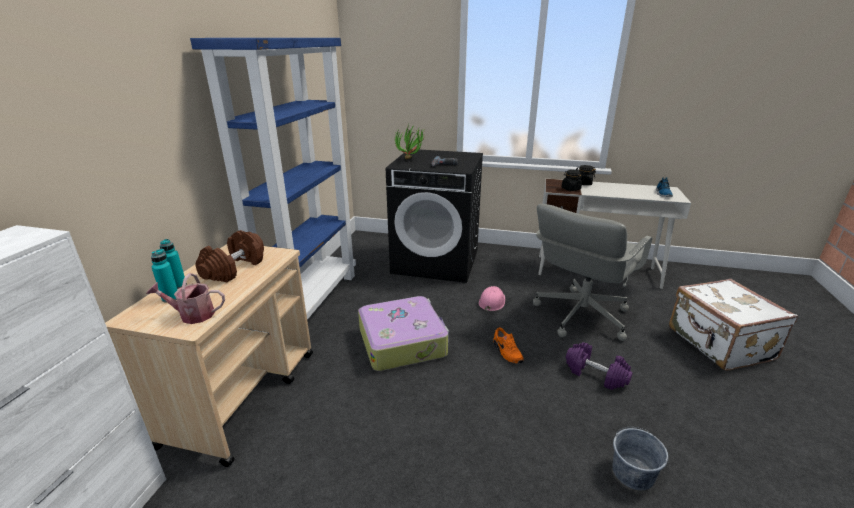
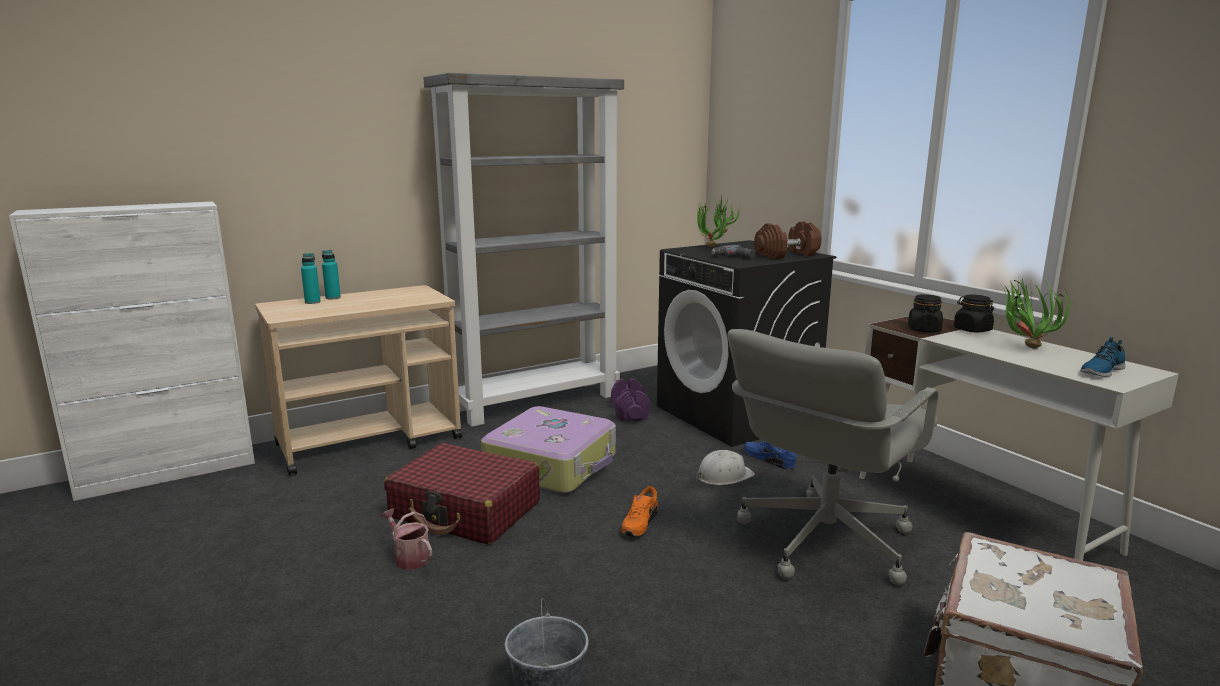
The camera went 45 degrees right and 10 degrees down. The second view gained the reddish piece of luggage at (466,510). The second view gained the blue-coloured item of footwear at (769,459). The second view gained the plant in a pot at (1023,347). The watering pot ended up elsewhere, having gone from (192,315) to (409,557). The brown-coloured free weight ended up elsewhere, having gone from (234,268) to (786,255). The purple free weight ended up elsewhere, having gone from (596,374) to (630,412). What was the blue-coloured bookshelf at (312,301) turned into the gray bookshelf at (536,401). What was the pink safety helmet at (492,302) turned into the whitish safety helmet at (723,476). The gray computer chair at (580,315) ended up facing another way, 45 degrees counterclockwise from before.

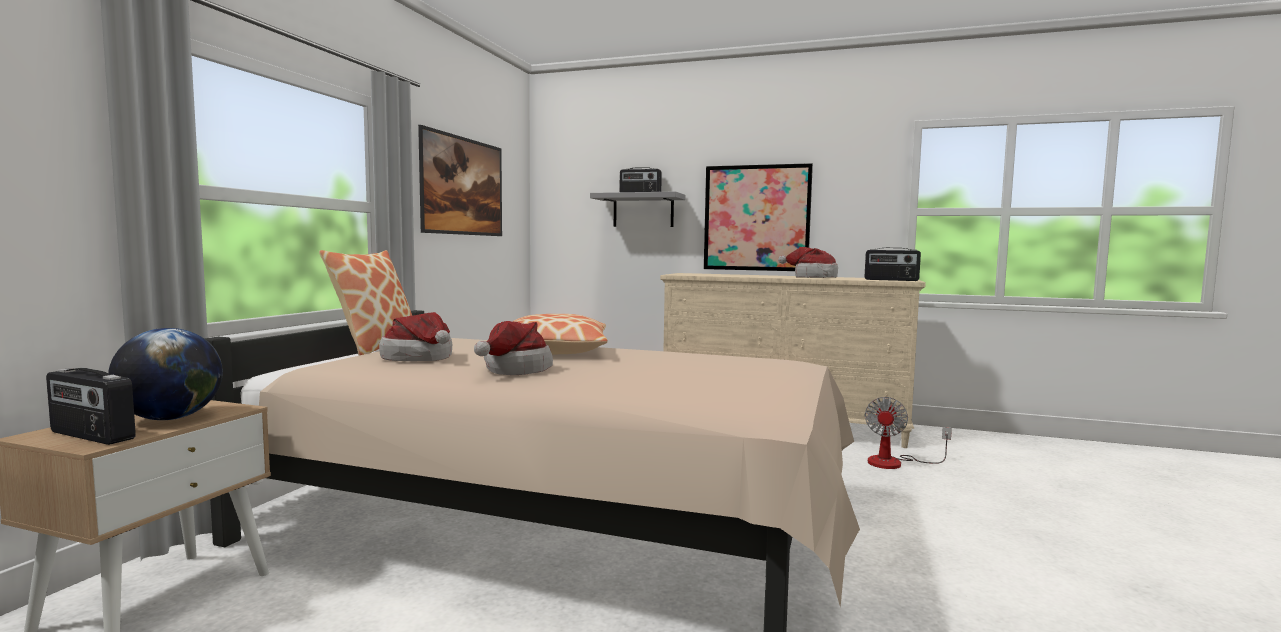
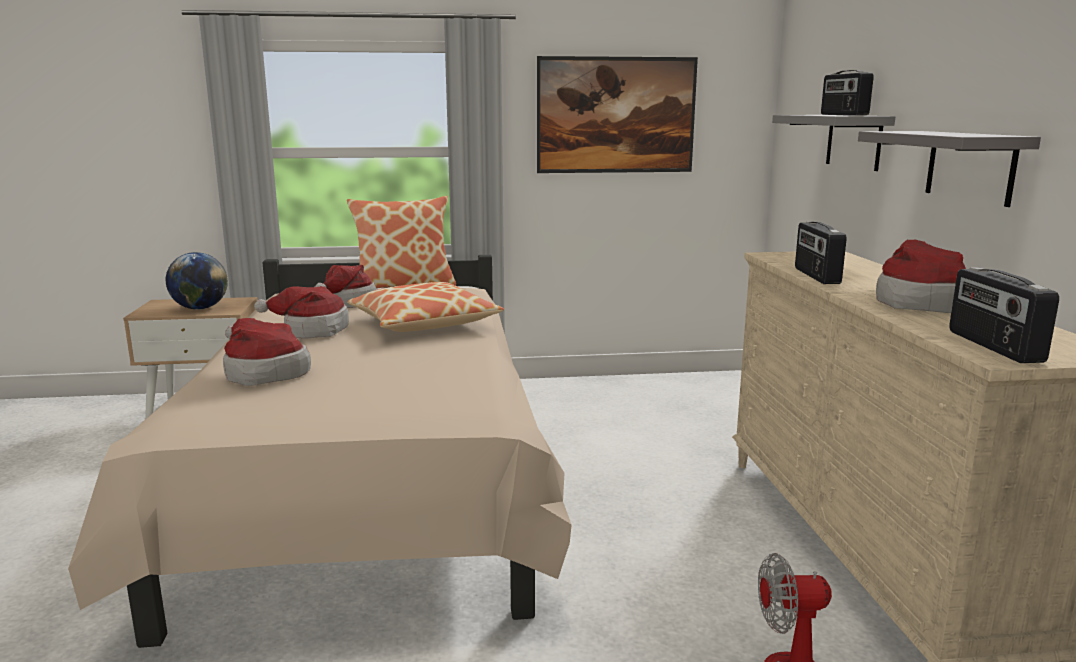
The camera went 65 degrees right and 10 degrees up. The second view gained the hat at (263,373). The radio receiver ended up elsewhere, having gone from (91,436) to (815,276). Where the picture hung at (756,218), the gray shelf came to hang at (970,166).

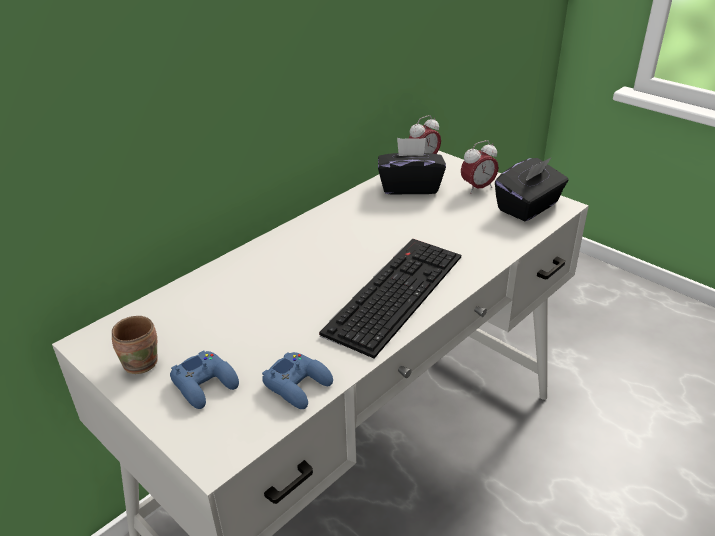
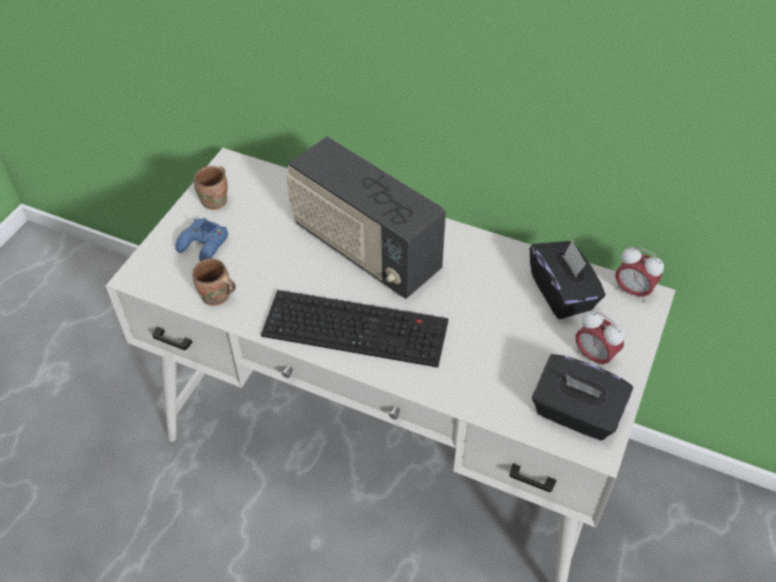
The camera went 70 degrees right and 15 degrees up. The second view gained the radio receiver at (365,249). Where the blue-coloured joypad stood at (298,385), the brown-coloured mug came to stand at (217,298).

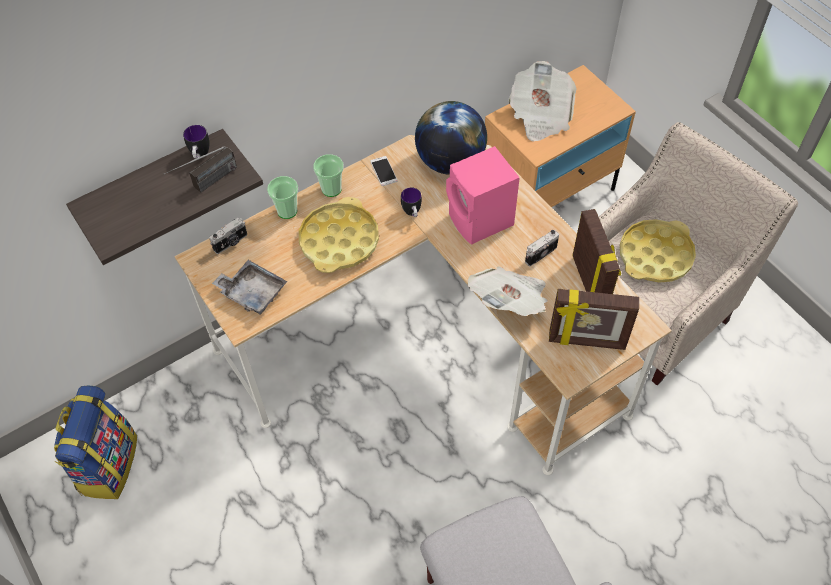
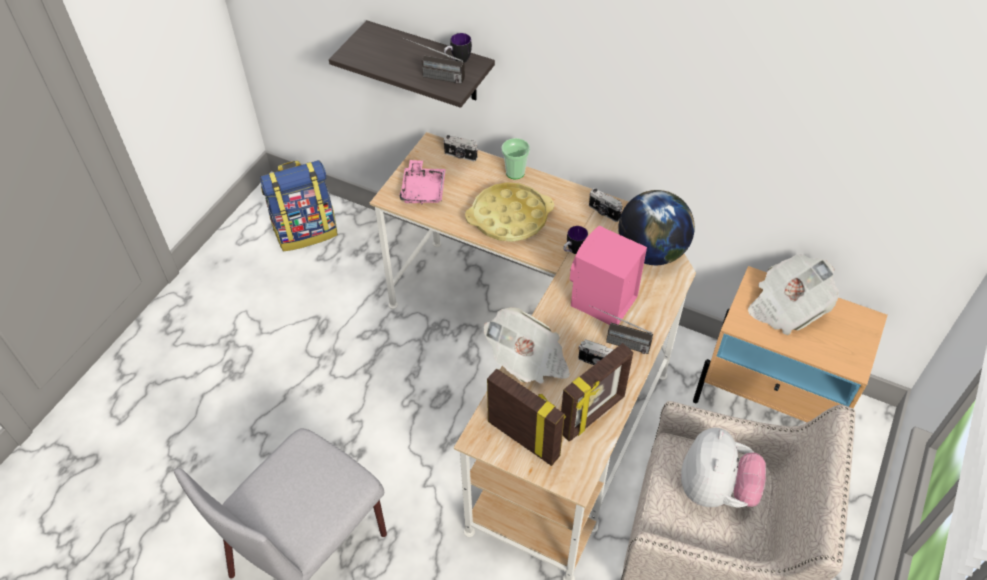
The camera went 60 degrees right and 5 degrees down. The second view lost the cup at (331,189). The second view gained the radio receiver at (616,342). Where the telephone stood at (383,171), the photo camera came to stand at (603,212). Where the yellow carrying tray stood at (655,255), the soft toy came to stand at (715,489). What was the gray carrying tray at (252,292) turned into the pink carrying tray at (423,190). The picture frame at (586,341) ended up facing another way, 150 degrees clockwise from before.

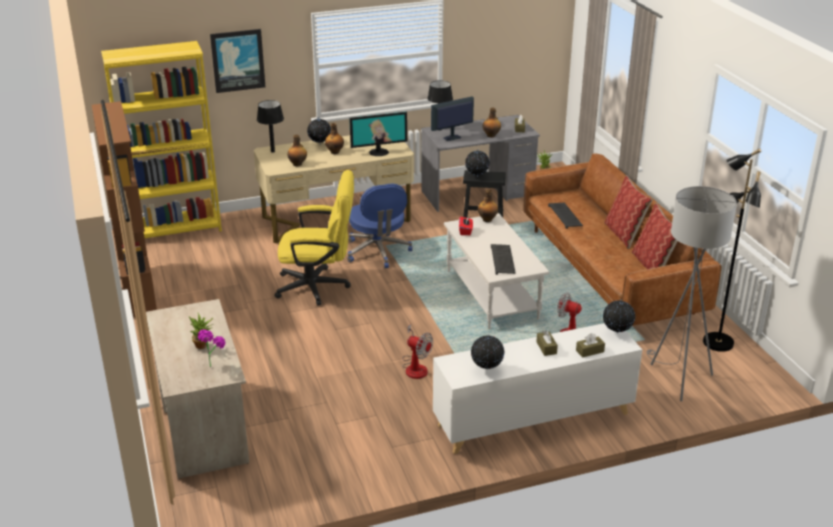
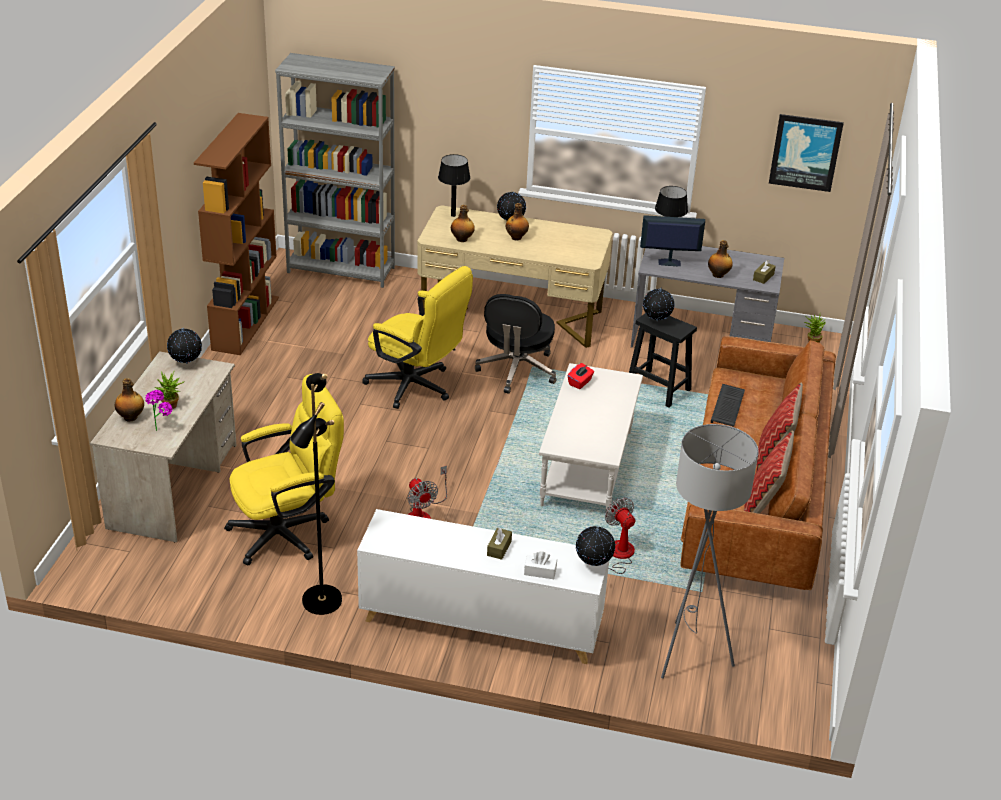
The camera went 30 degrees right and 5 degrees up. The second view lost the monitor at (378,152). The second view lost the keyboard at (503,260). The second view gained the yellow computer chair at (288,532). The picture ended up elsewhere, having gone from (238,60) to (805,152). The desk globe ended up elsewhere, having gone from (486,369) to (186,364). The bottle ended up elsewhere, having gone from (487,219) to (131,417). The black floor lamp ended up elsewhere, having gone from (717,343) to (320,600). What was the yellow bookshelf at (176,229) turned into the gray bookshelf at (341,270). What was the blue-coloured computer chair at (378,252) turned into the black computer chair at (516,371). What was the brown-coloured box of tissues at (590,351) turned into the whitish box of tissues at (540,572).

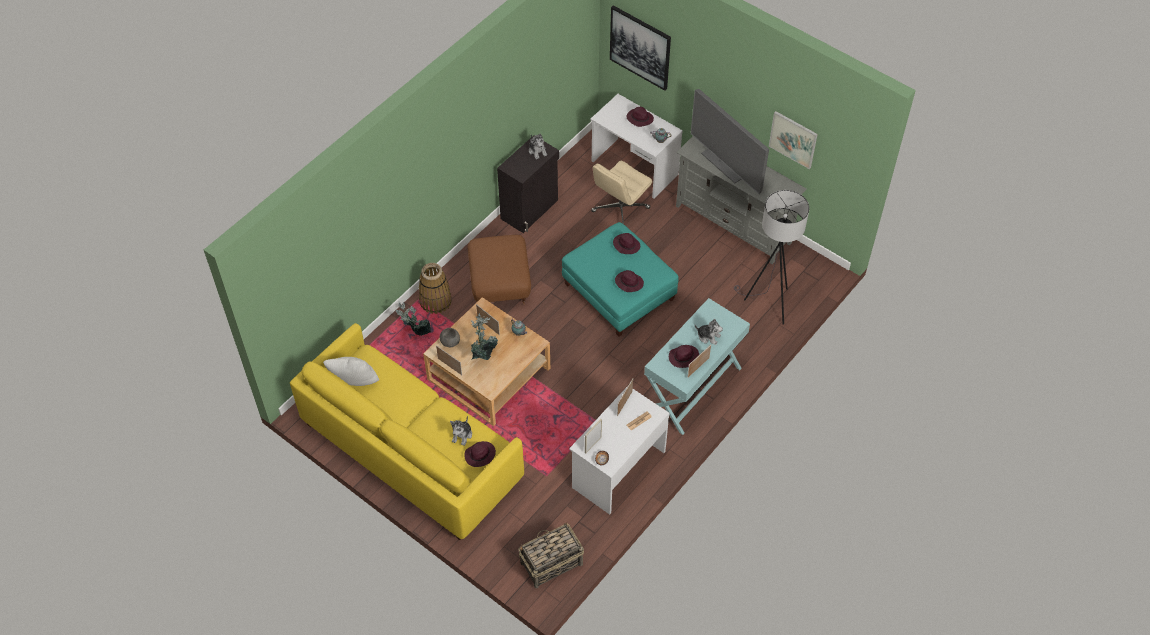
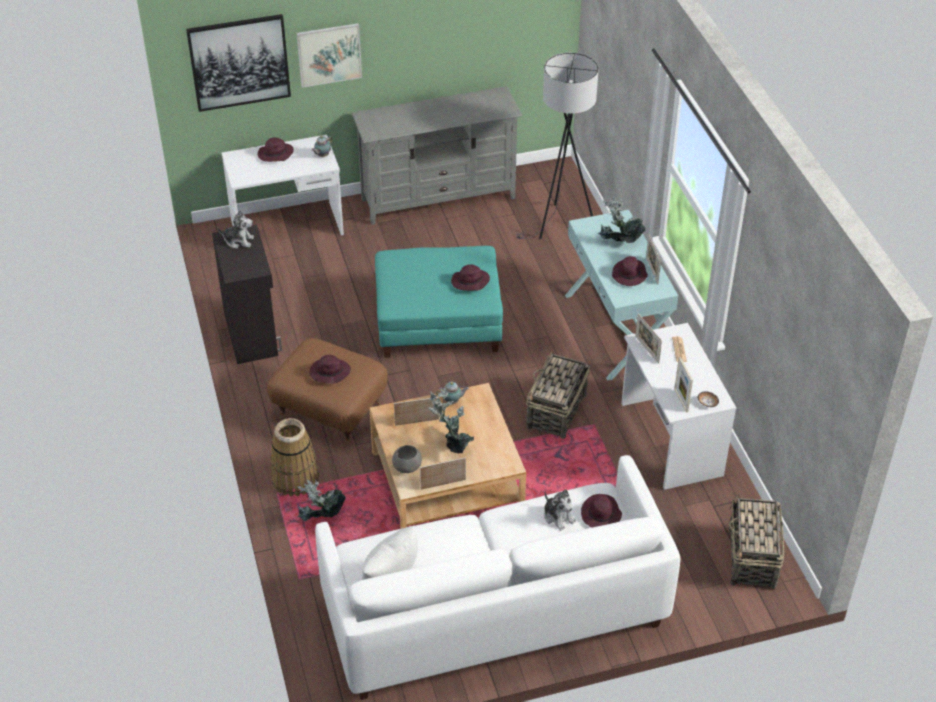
The camera went 55 degrees left and 10 degrees down. The second view lost the beige-coloured computer chair at (620,210). The second view lost the TV set at (727,163). The second view gained the basket at (556,411). The purple hat ended up elsewhere, having gone from (626,245) to (329,373). The picture ended up elsewhere, having gone from (793,139) to (329,54). Where the soft toy stood at (708,336), the plant in a pot came to stand at (618,244). What was the yellow couch at (411,451) turned into the whitish couch at (493,610).

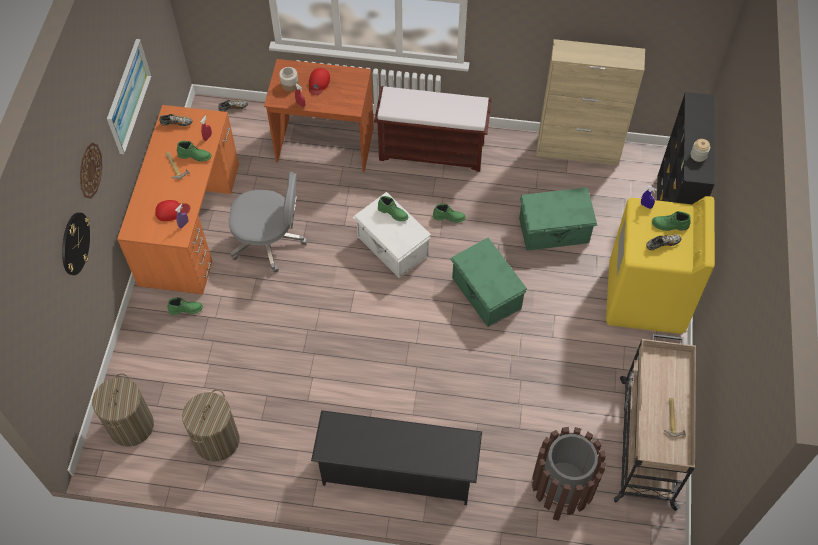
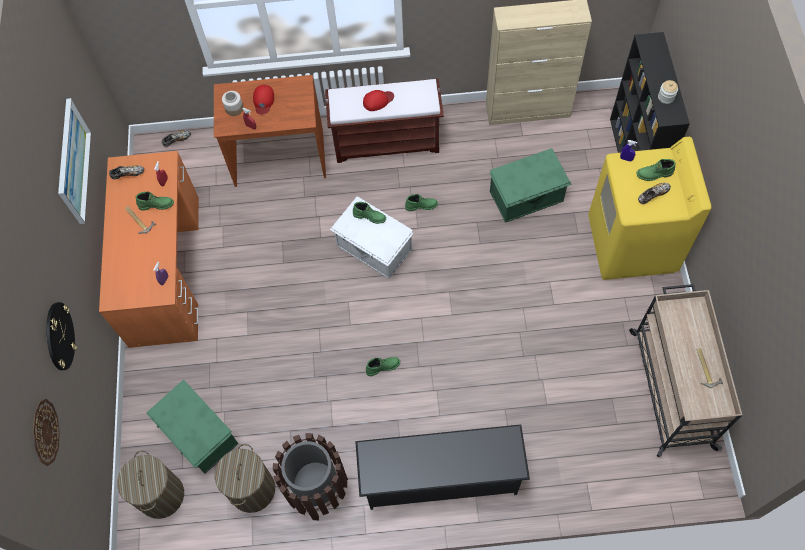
The camera went 10 degrees left and 5 degrees up. The second view lost the gray computer chair at (269,240). The wall clock ended up elsewhere, having gone from (90,170) to (45,432). The reddish peaked cap ended up elsewhere, having gone from (172,211) to (378,101). The green boot ended up elsewhere, having gone from (186,309) to (383,366). The green storage bin ended up elsewhere, having gone from (485,294) to (198,435). The brown-coloured waste bin ended up elsewhere, having gone from (561,490) to (317,488).

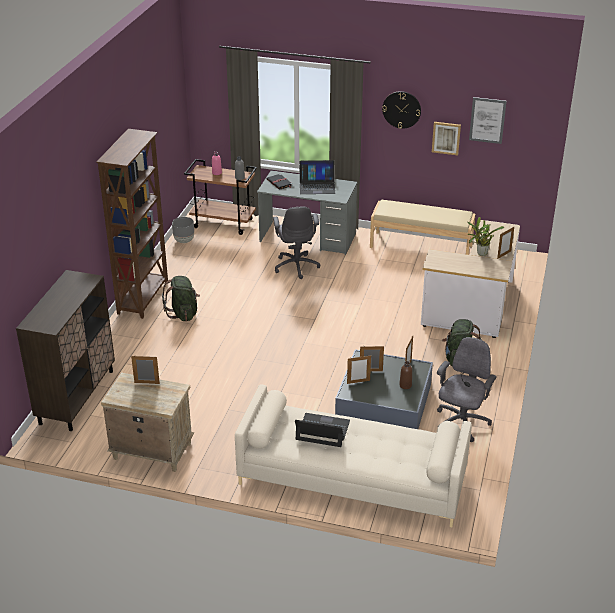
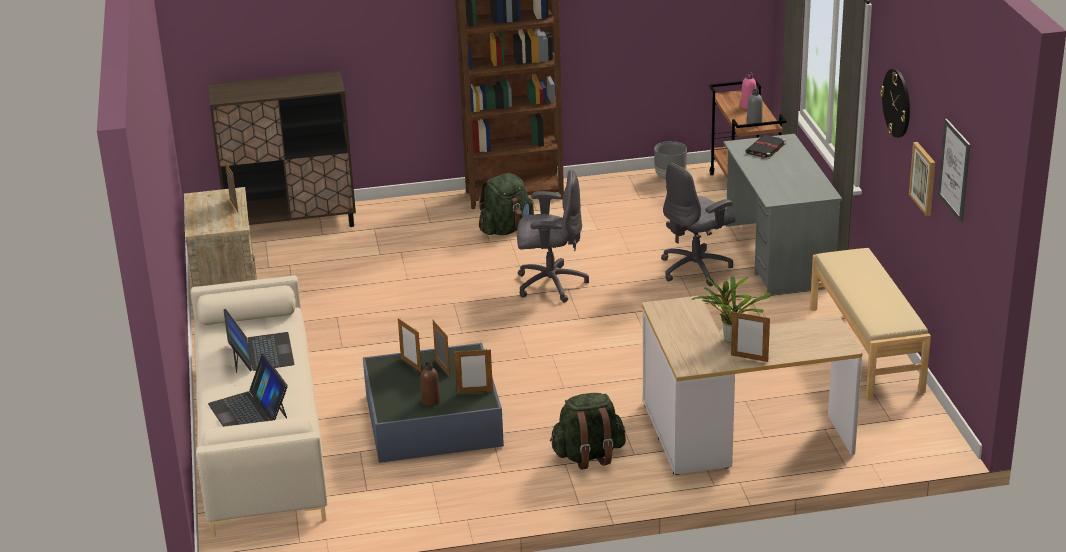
The camera went 65 degrees right and 5 degrees down. The laptop ended up elsewhere, having gone from (317,186) to (249,411). The gray computer chair ended up elsewhere, having gone from (461,423) to (550,284).

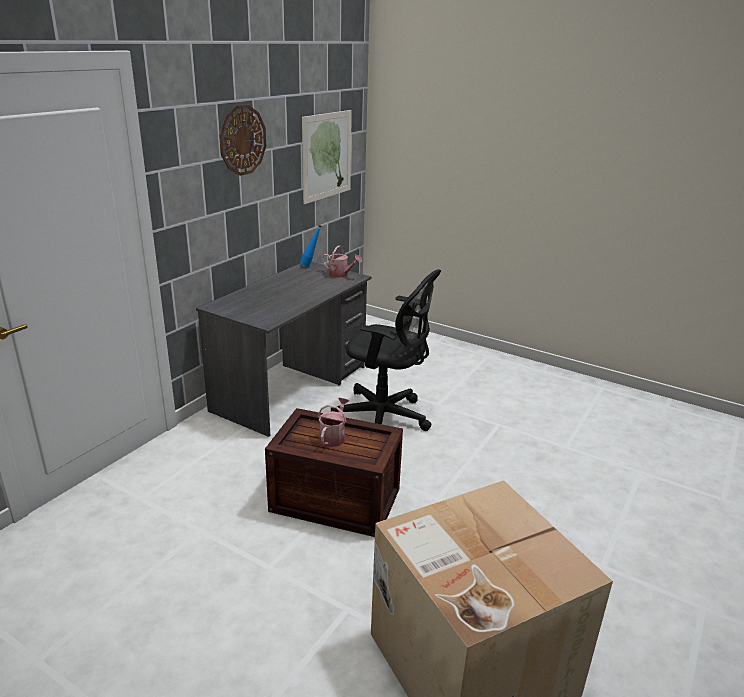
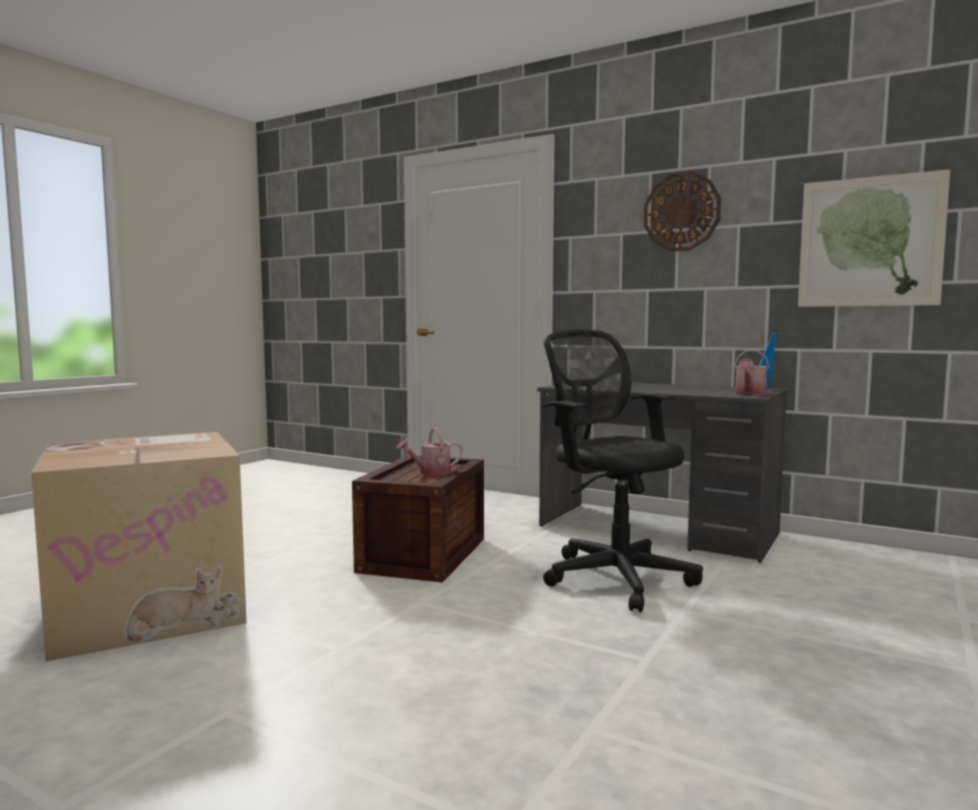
The camera went 90 degrees right and 20 degrees down. The watering pot at (333,436) ended up facing another way, 135 degrees clockwise from before. The black computer chair at (385,418) ended up facing another way, 120 degrees clockwise from before.

